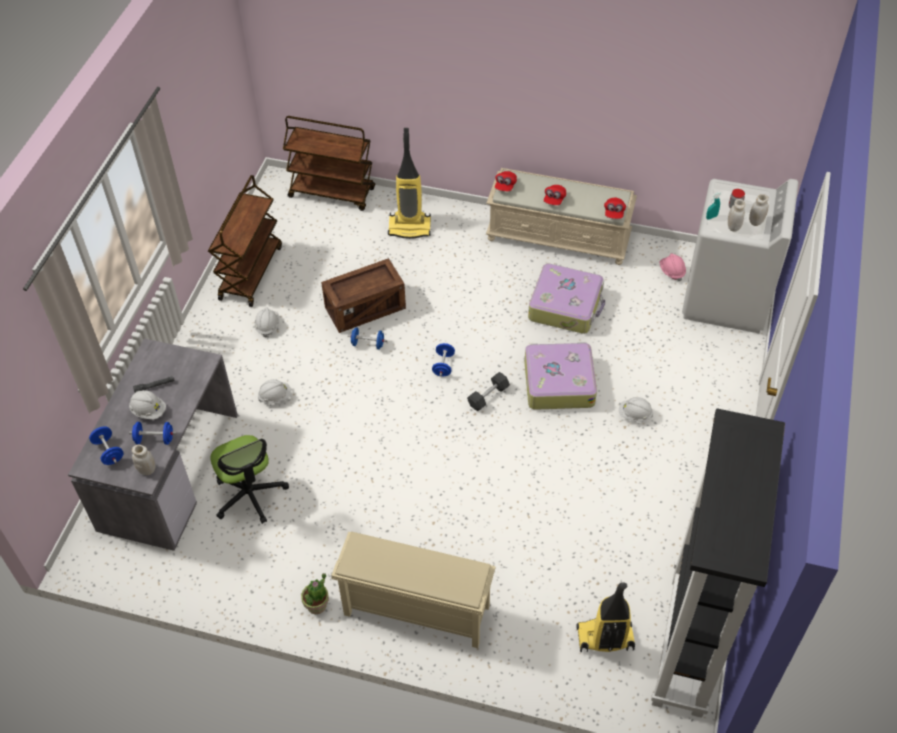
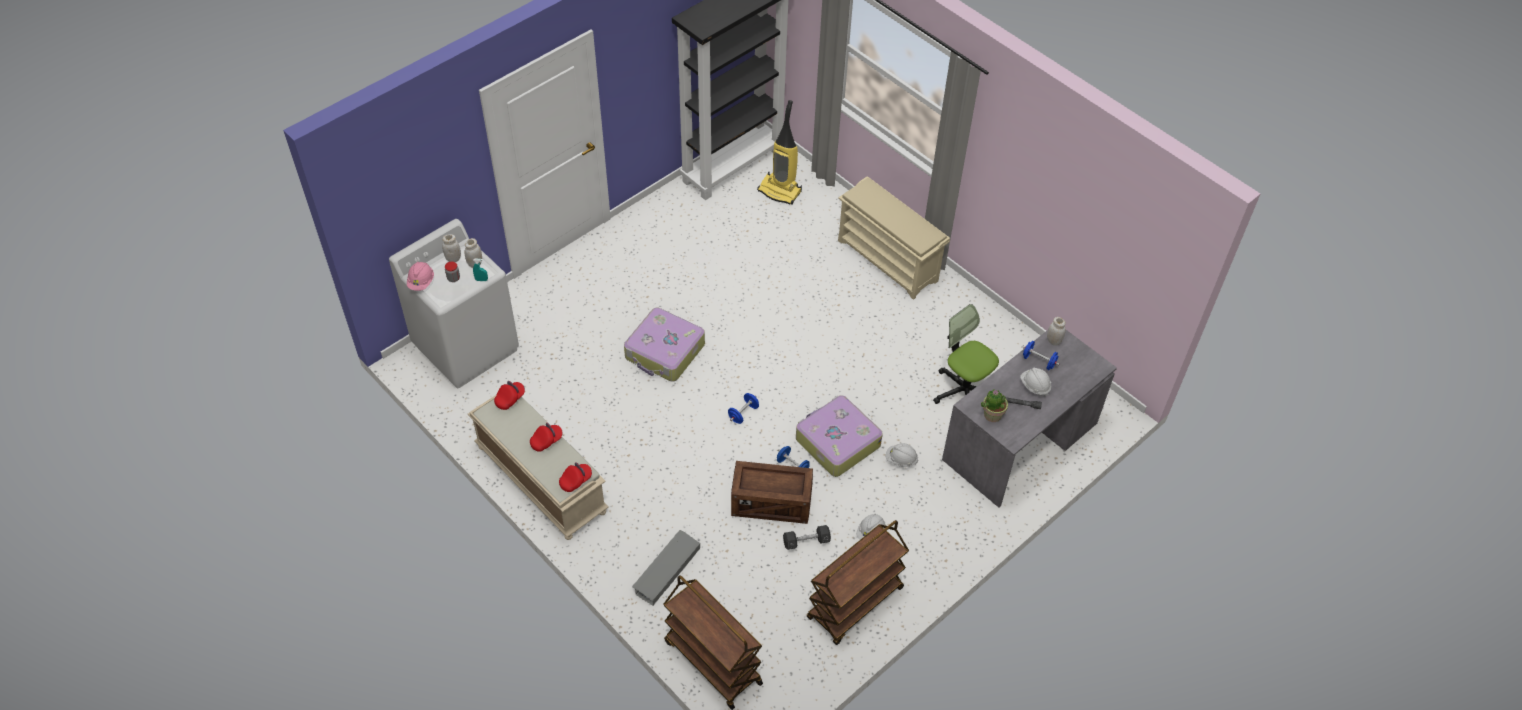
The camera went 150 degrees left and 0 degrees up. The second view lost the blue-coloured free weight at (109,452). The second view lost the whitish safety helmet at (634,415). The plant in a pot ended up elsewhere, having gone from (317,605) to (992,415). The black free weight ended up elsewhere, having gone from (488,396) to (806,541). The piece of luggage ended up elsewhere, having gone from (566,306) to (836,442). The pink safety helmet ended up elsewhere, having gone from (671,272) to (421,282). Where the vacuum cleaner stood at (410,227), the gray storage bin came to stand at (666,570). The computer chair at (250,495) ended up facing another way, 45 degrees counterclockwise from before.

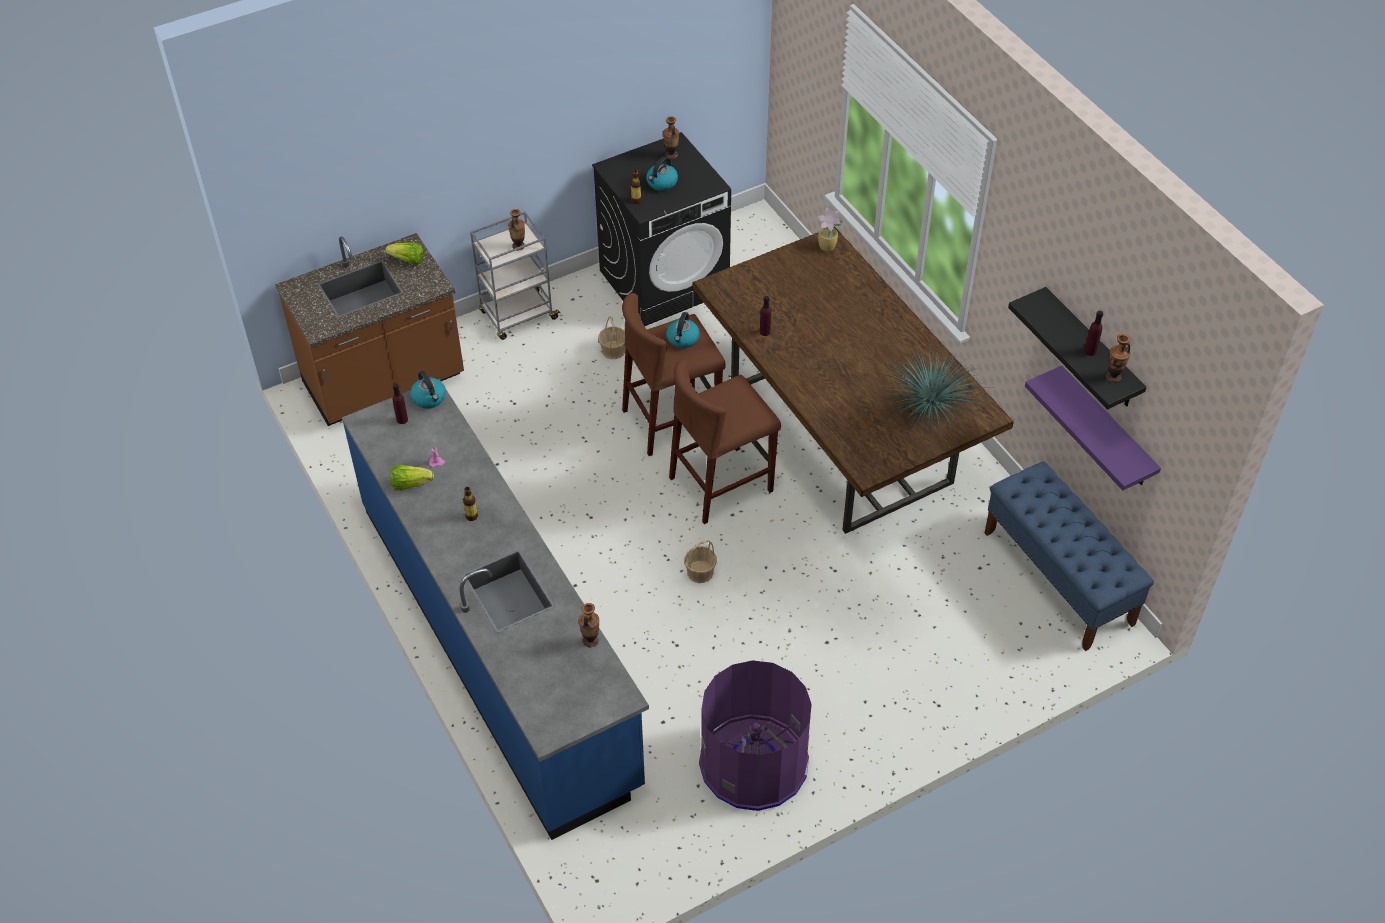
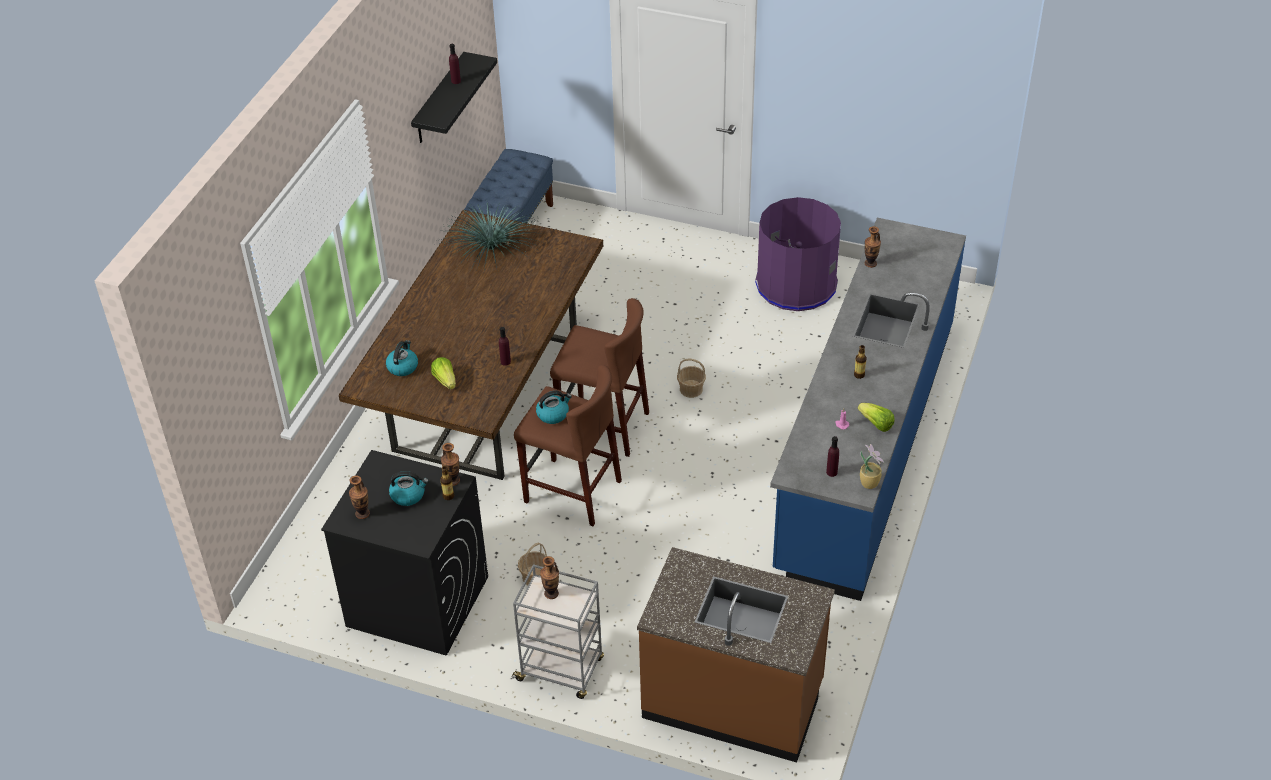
The camera went 130 degrees left and 5 degrees down. The second view lost the purple shelf at (1106,429). The lettuce head ended up elsewhere, having gone from (407,260) to (445,380). The kettle ended up elsewhere, having gone from (429,398) to (402,366). The plant in a pot ended up elsewhere, having gone from (827,247) to (869,482). The decorative vase ended up elsewhere, having gone from (1113,377) to (453,481).

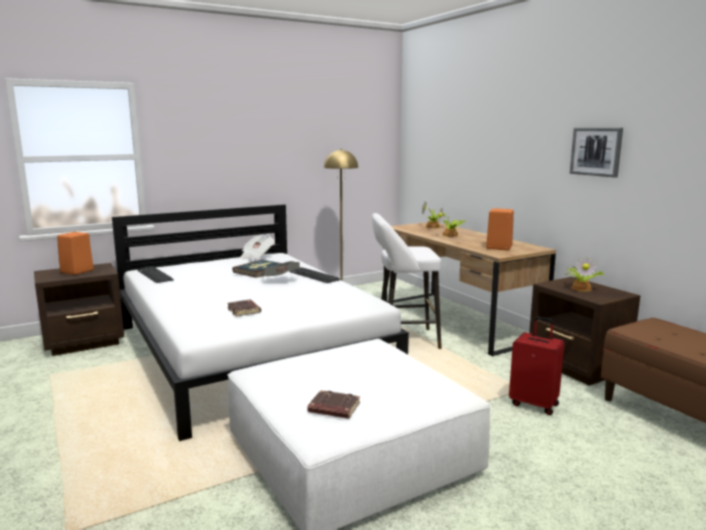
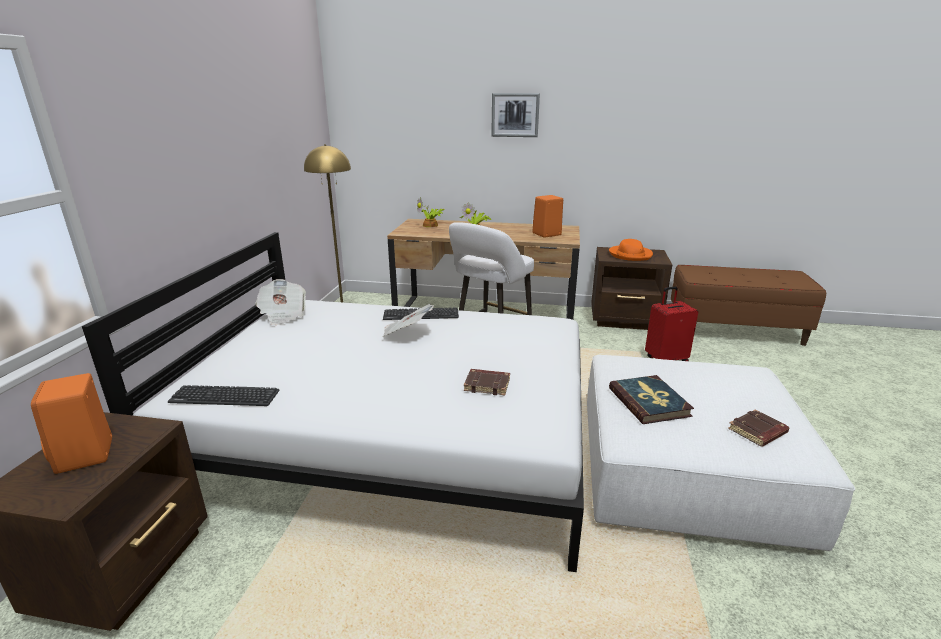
The camera went 50 degrees left and 10 degrees up. The volume ended up elsewhere, having gone from (259,271) to (649,402). The picture ended up elsewhere, having gone from (596,151) to (515,115). Where the plant in a pot stood at (582,288), the orangey hat came to stand at (630,255).

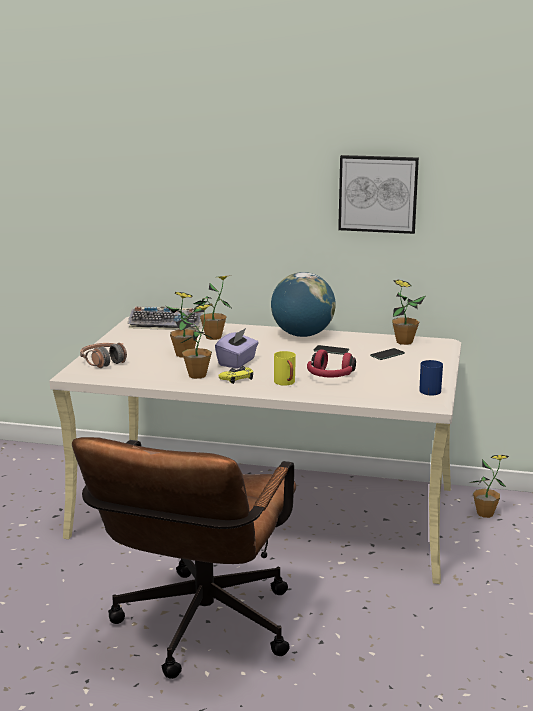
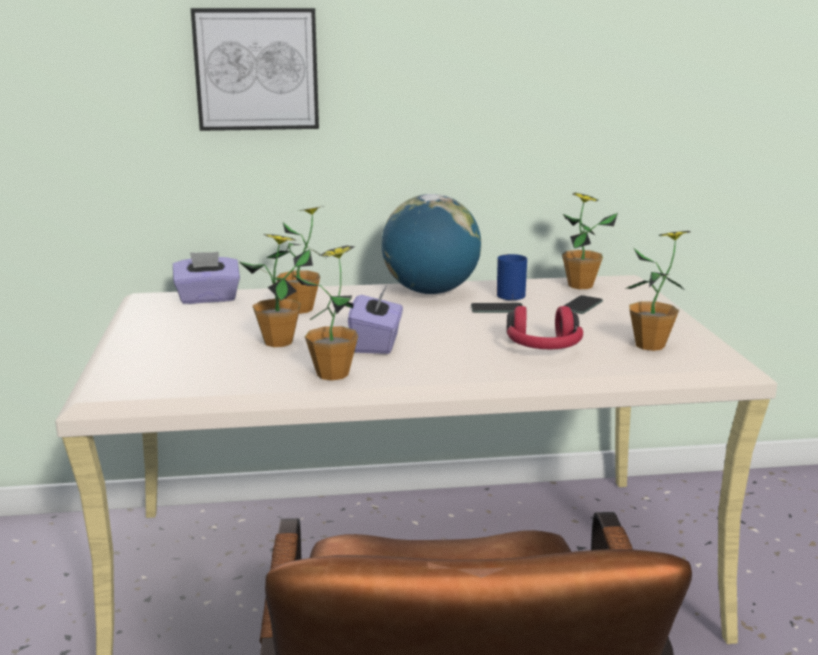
The camera went 20 degrees left and 0 degrees up. The second view lost the headphones at (104,361). The second view lost the yellow joypad at (237,378). The second view lost the yellow mug at (286,383). The picture ended up elsewhere, having gone from (378,193) to (256,69). The blue-coloured mug ended up elsewhere, having gone from (431,390) to (510,294). The plant in a pot ended up elsewhere, having gone from (485,513) to (650,345). Where the keyboard stood at (167,324), the purple box of tissues came to stand at (208,298).

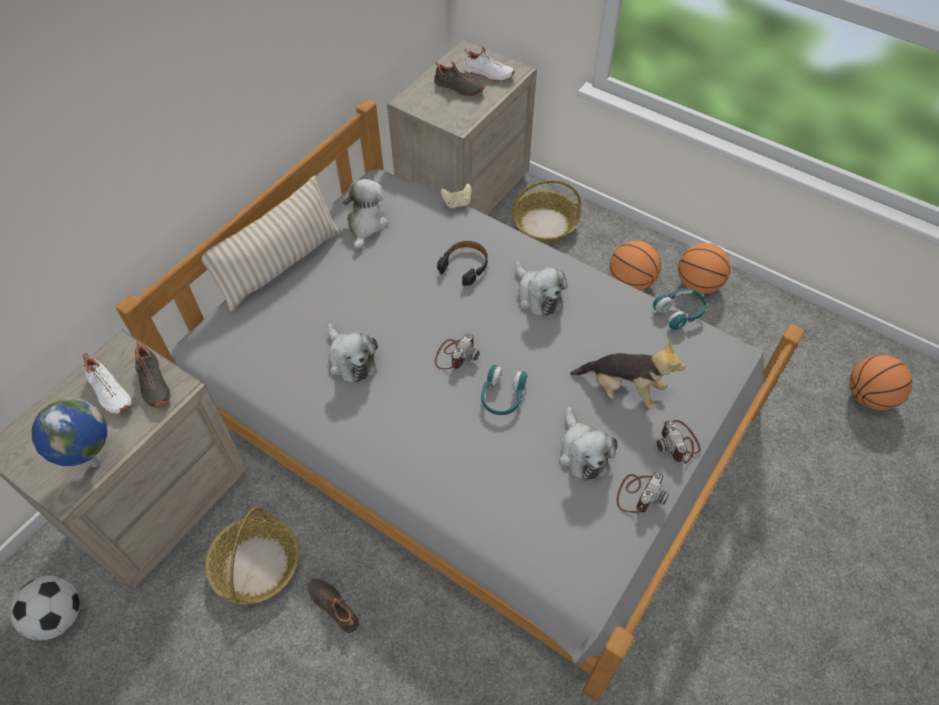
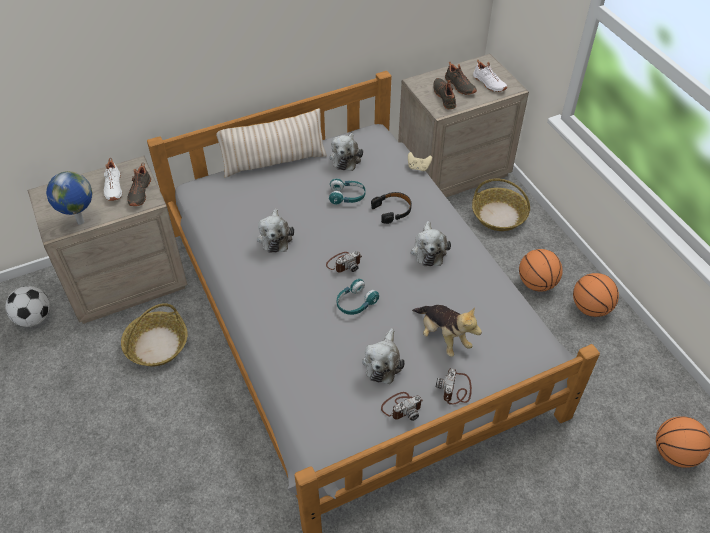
The camera went 30 degrees right and 5 degrees down. The black item of footwear ended up elsewhere, having gone from (335,606) to (445,97). The blue-green headphones ended up elsewhere, having gone from (679,312) to (347,196). The soft toy at (366,225) ended up facing another way, 150 degrees clockwise from before.

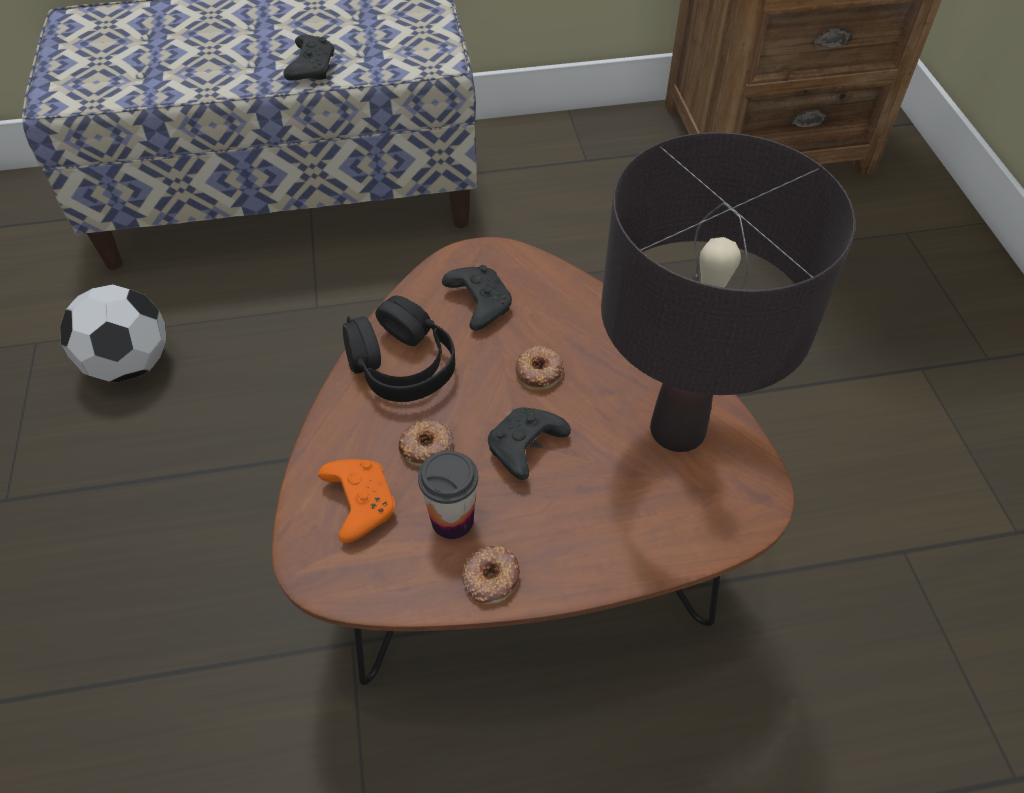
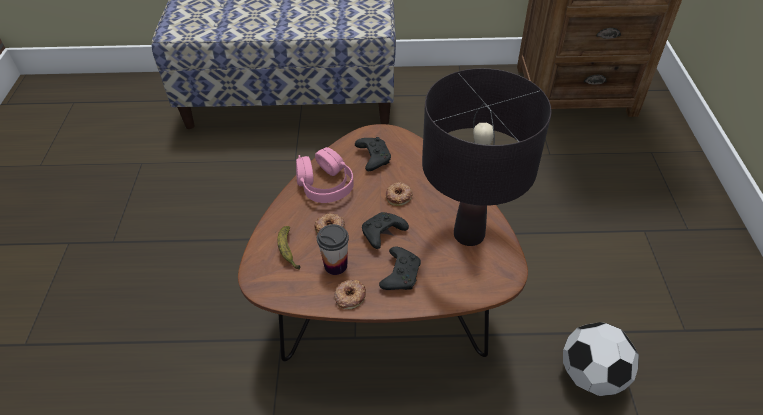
The camera went 10 degrees right and 5 degrees down. The ball for football ended up elsewhere, having gone from (130,364) to (591,375). The black joypad ended up elsewhere, having gone from (312,67) to (400,274). Where the orangey joypad stood at (359,503), the banana came to stand at (288,251). What was the black headphones at (402,366) turned into the pink headphones at (325,185).

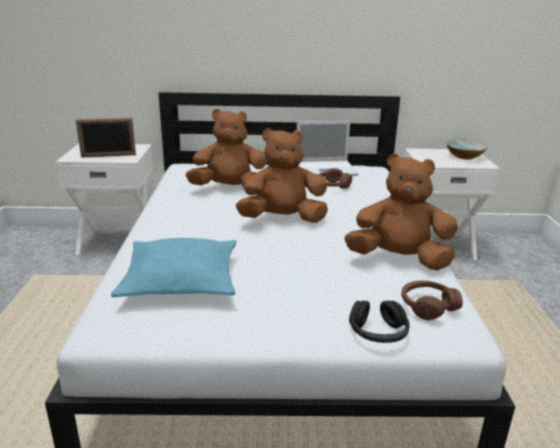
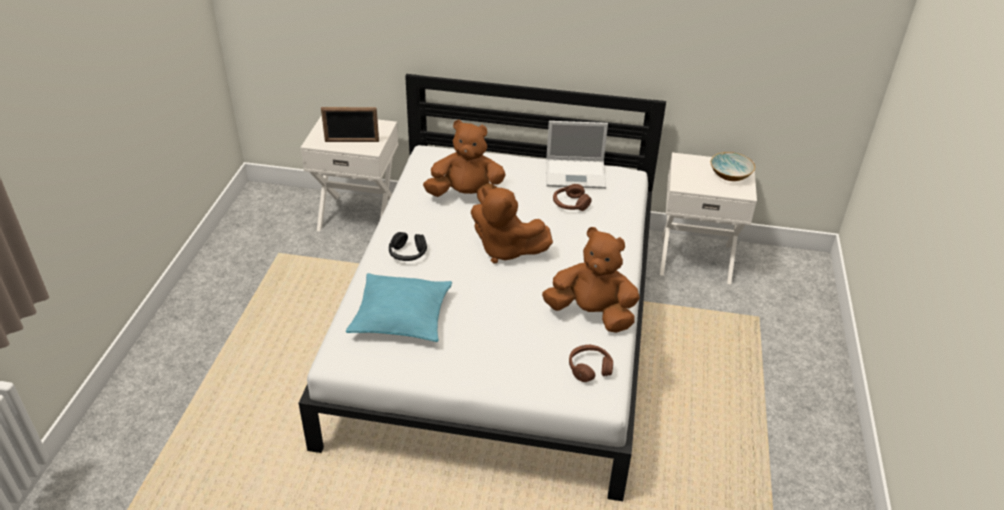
The camera went 10 degrees right and 15 degrees up. The black headphones ended up elsewhere, having gone from (378,332) to (407,254). The brown-coloured soft toy at (282,219) ended up facing another way, 150 degrees counterclockwise from before.

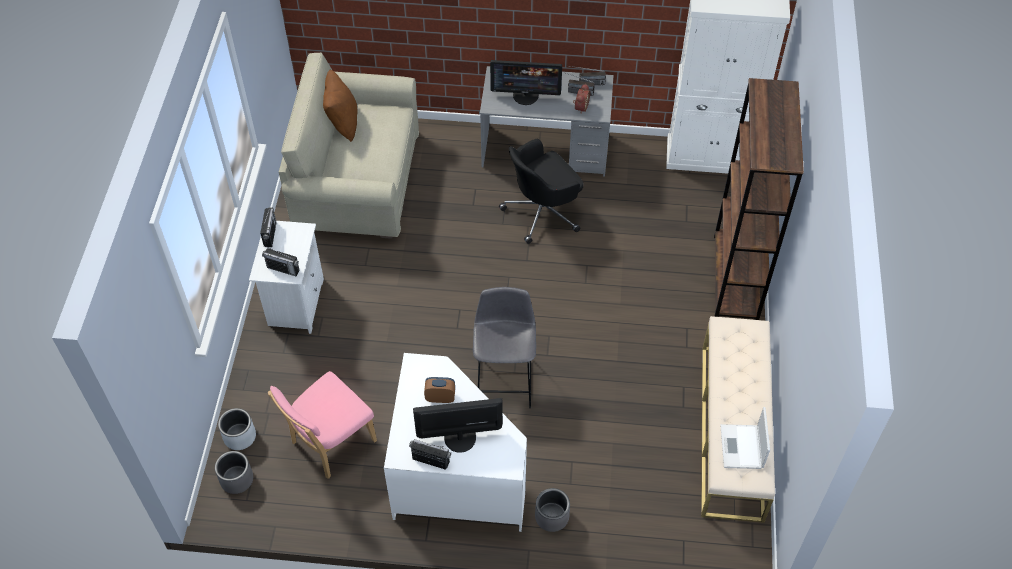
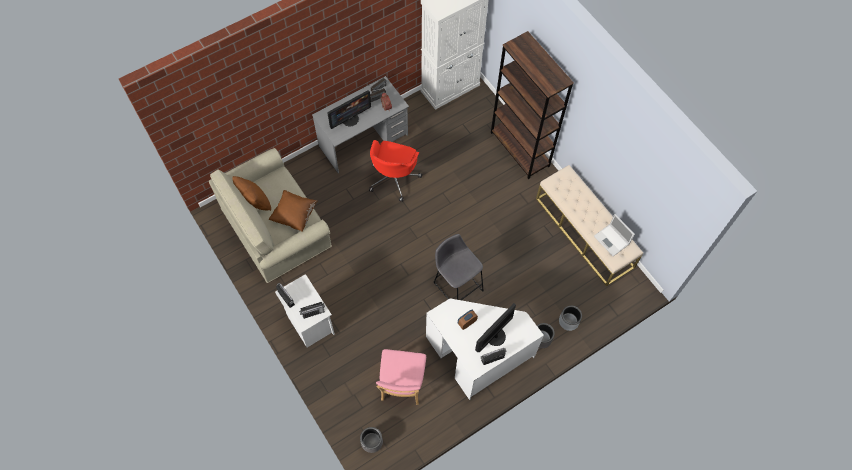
The camera went 40 degrees left and 10 degrees up. The second view gained the brown-coloured throw pillow at (294,215). The gray planter ended up elsewhere, having gone from (239,436) to (568,321). What was the black computer chair at (543,212) turned into the reddish computer chair at (394,178).

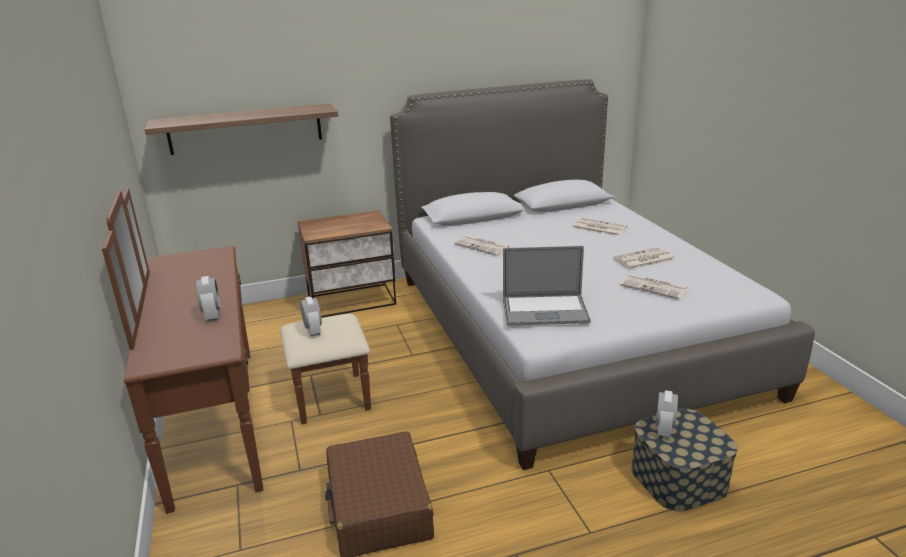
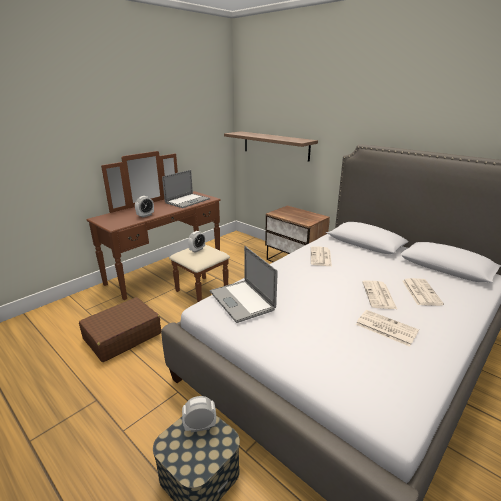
The camera went 60 degrees right and 0 degrees up. The second view gained the laptop at (187,201). The daily paper ended up elsewhere, having gone from (655,287) to (379,295).

